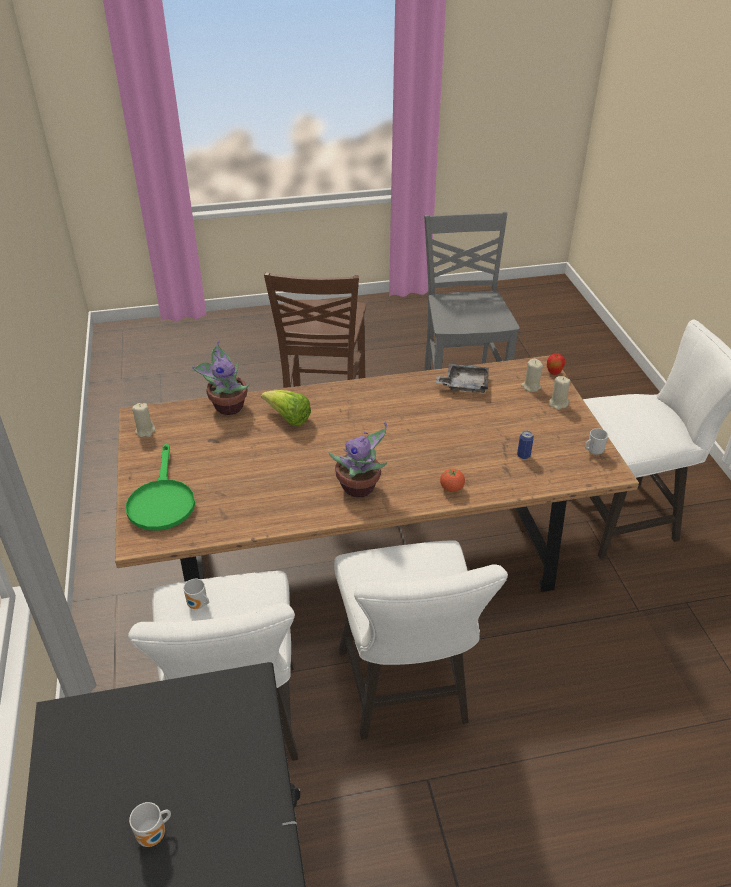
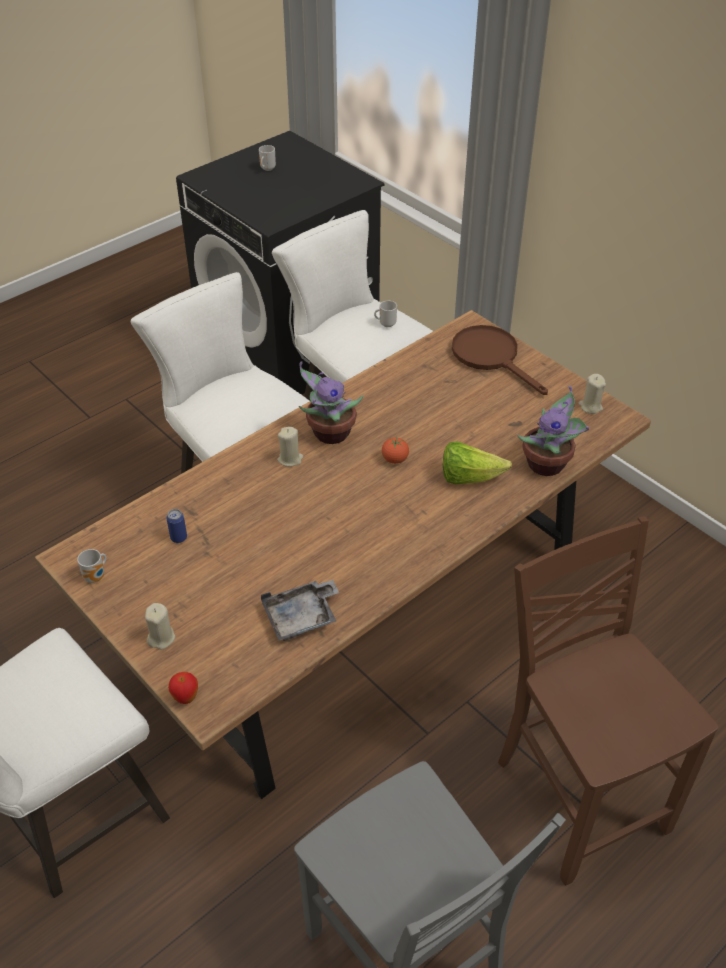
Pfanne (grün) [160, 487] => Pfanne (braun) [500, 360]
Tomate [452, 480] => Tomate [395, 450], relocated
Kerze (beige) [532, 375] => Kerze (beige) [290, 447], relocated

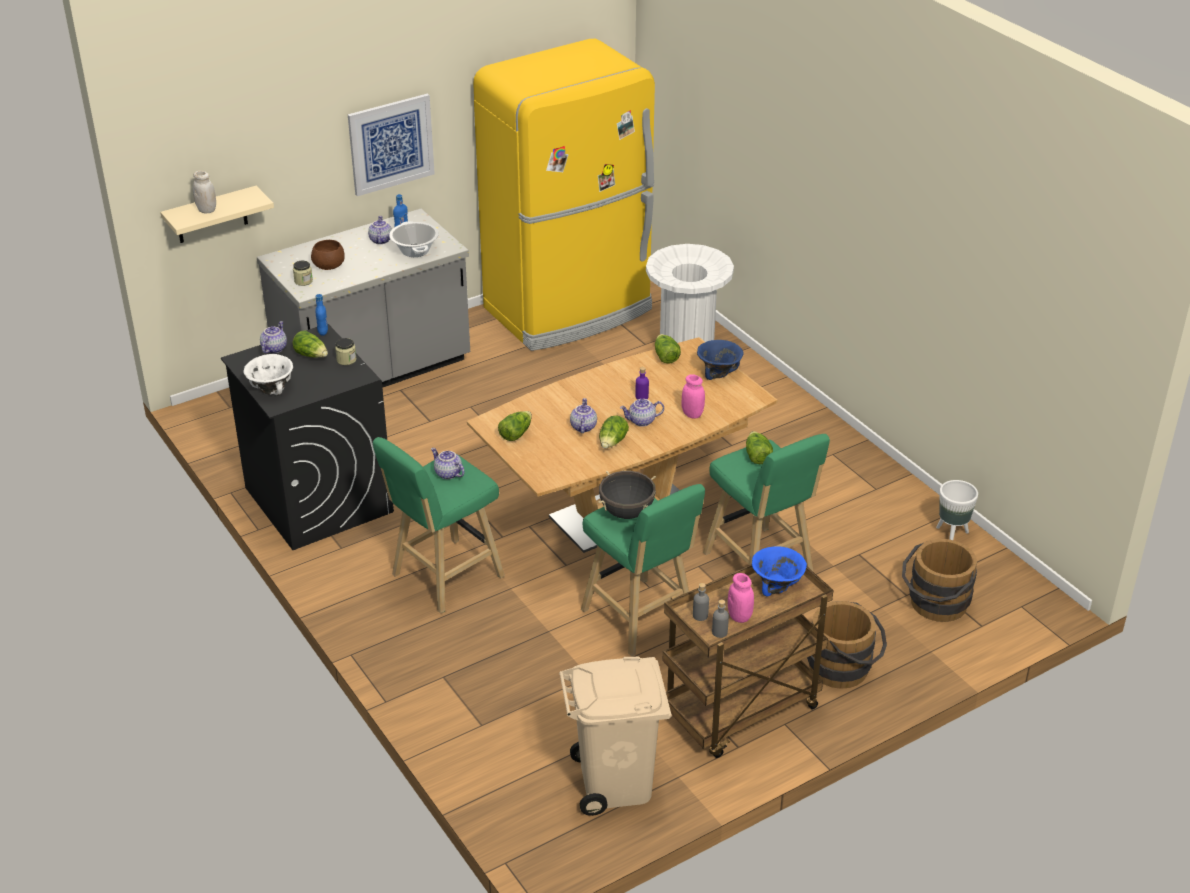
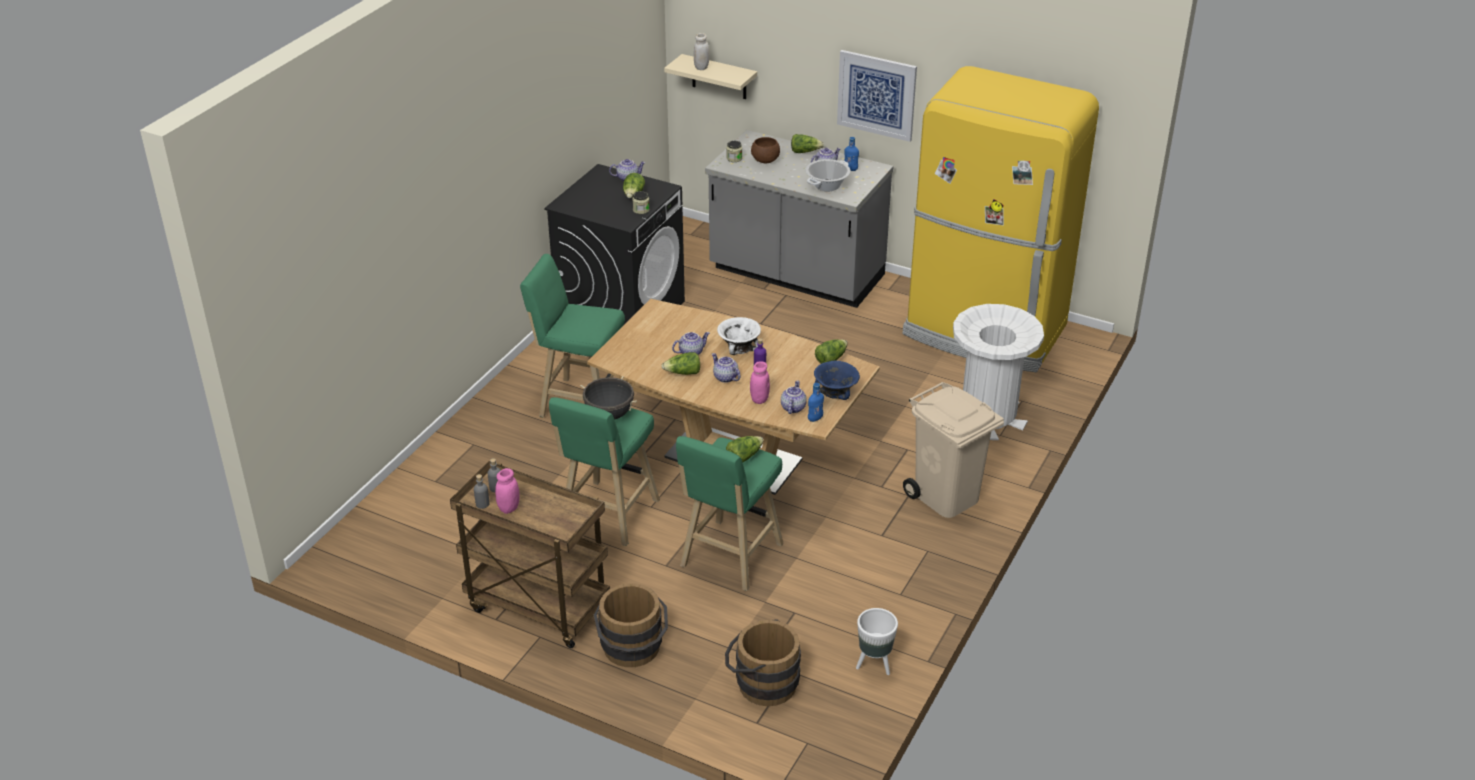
Schüssel (weiß) [268, 375] => Schüssel (weiß) [739, 336], relocated
Flasche (blau) [321, 315] => Flasche (blau) [816, 402], relocated
Teekanne [448, 463] => Teekanne [794, 397], relocated
Salatkopf [515, 426] => Salatkopf [807, 143], relocated
Mülleimer (beige) [615, 736] => Mülleimer (beige) [953, 450], relocated
Schüssel (blau) [779, 571] => nothing

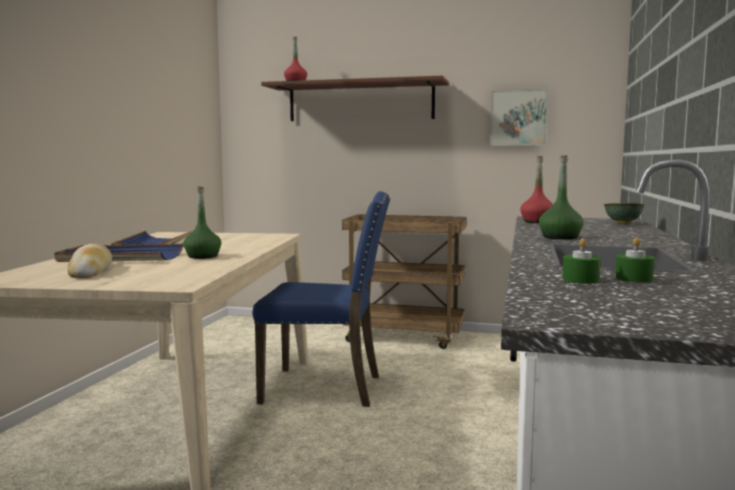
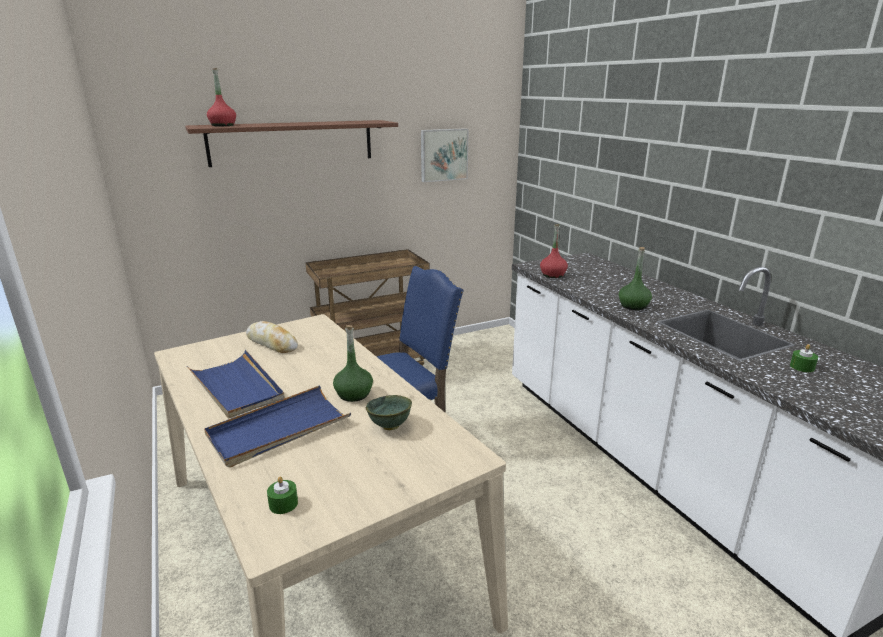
Brot [89, 261] => Brot [272, 337], relocated
Kerze (grün) [582, 261] => Kerze (grün) [282, 495], relocated
Schüssel (grün) [624, 213] => Schüssel (grün) [389, 412], relocated

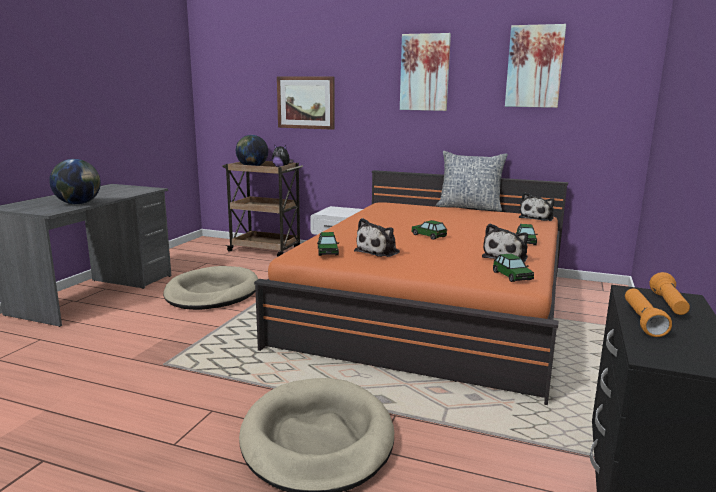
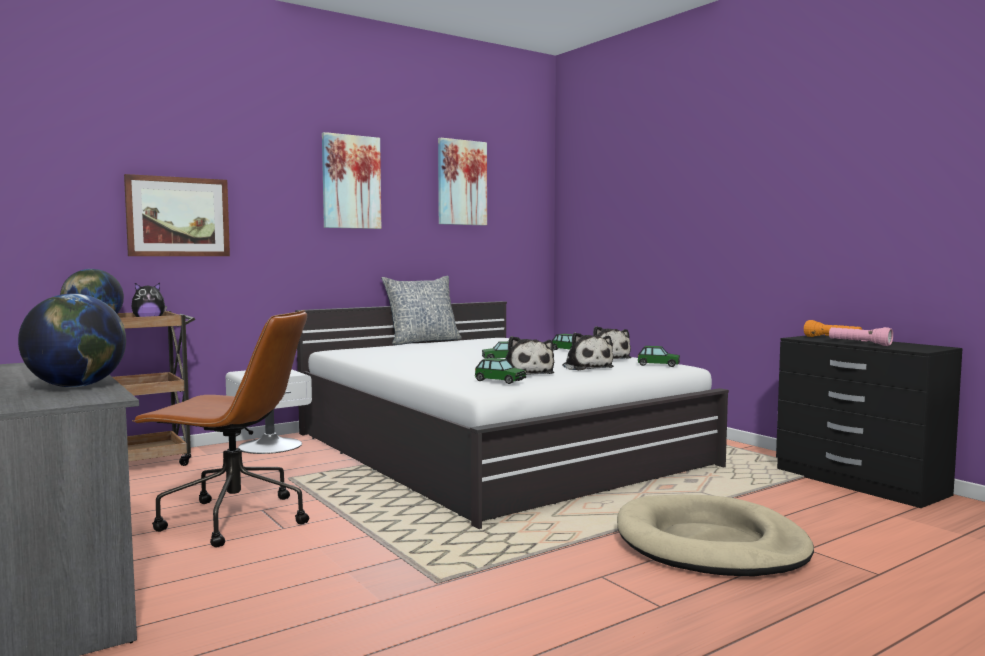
Hundebett (beige) [210, 288] => Bürostuhl (braun) [220, 428]
Bett (orange) [411, 287] => Bett (weiß) [512, 415]
Plüschtier [537, 206] => Plüschtier [588, 351], relocated
Taschenlampe (orange) [648, 312] => Taschenlampe (rosa) [861, 336]

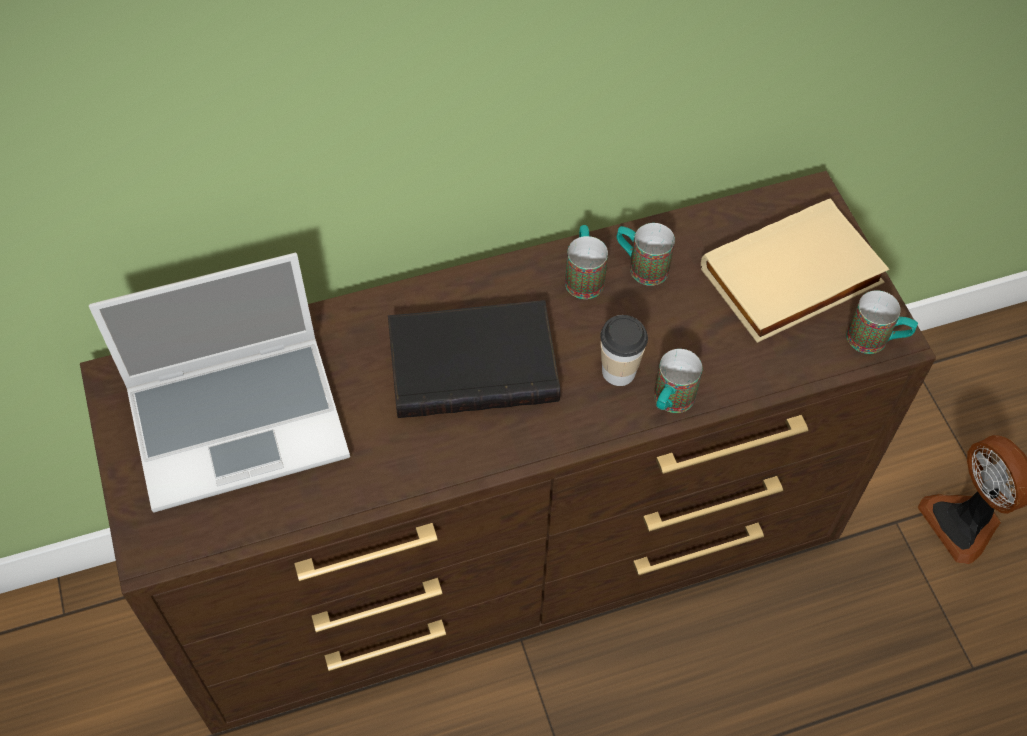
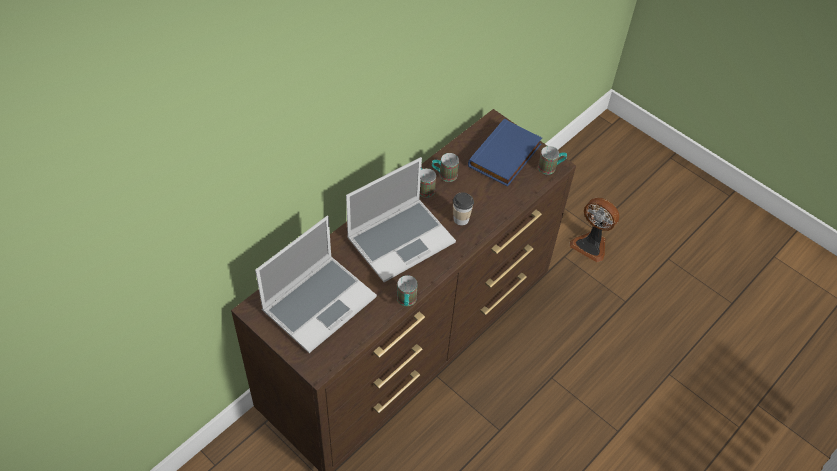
Buch (schwarz) [474, 359] => Laptop [401, 219]
Henkelbecher [678, 381] => Henkelbecher [407, 290], relocated
Buch (beige) [795, 270] => Buch (blau) [505, 153]

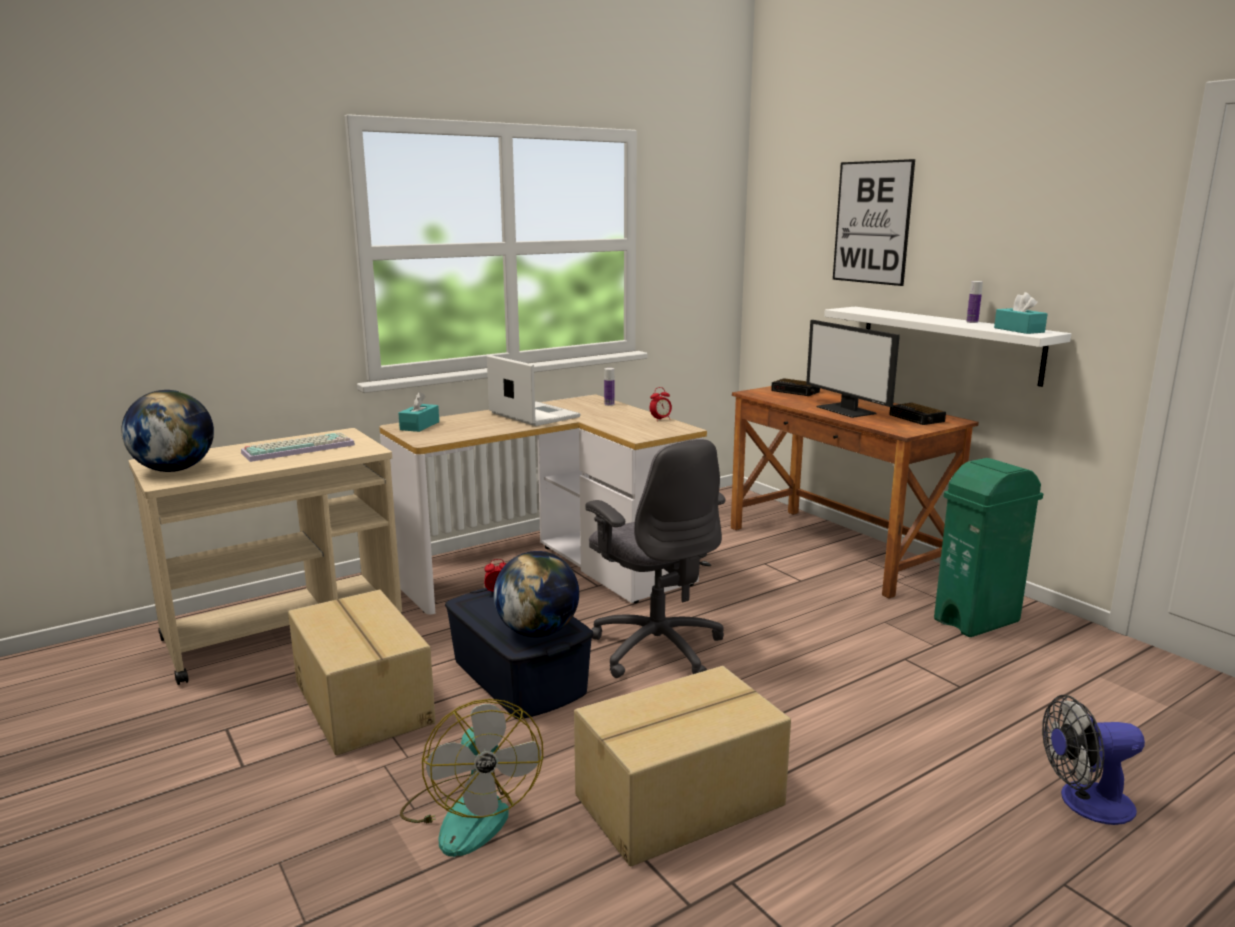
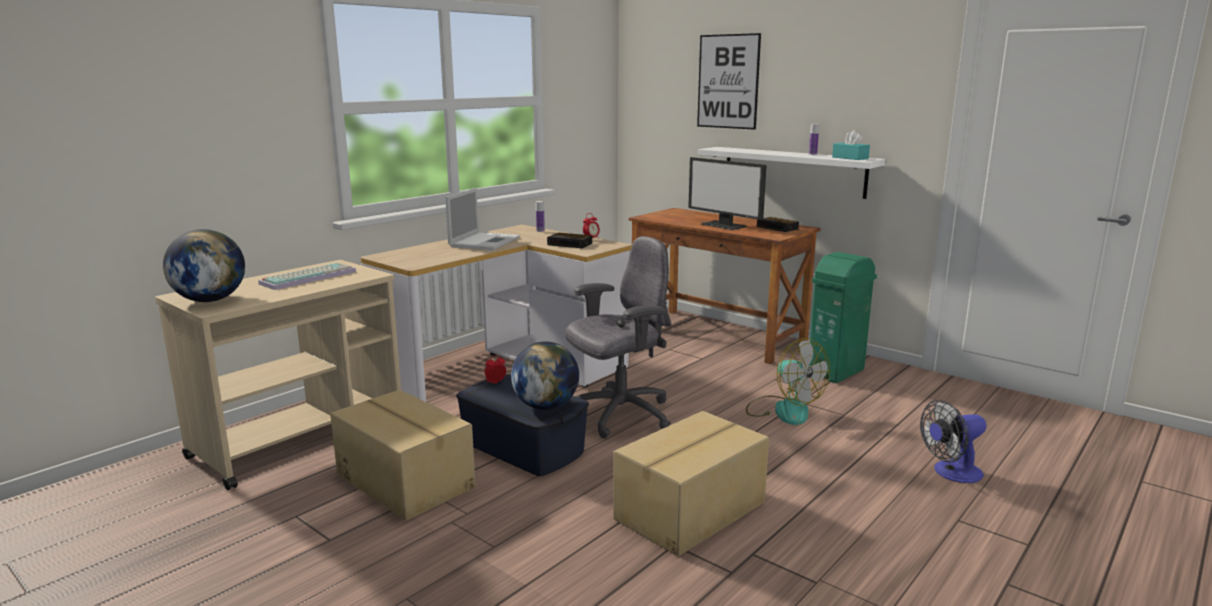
Taschentuchbox (türkis) [418, 412] => nothing
Ventilator [471, 778] => Ventilator [788, 381], relocated
Laptop [533, 390] => Laptop [482, 219], 75 degrees clockwise
Bürostuhl (grau) [655, 558] => Bürostuhl (grau) [618, 337], 75 degrees counterclockwise
Wecker [795, 387] => Wecker [569, 240], relocated

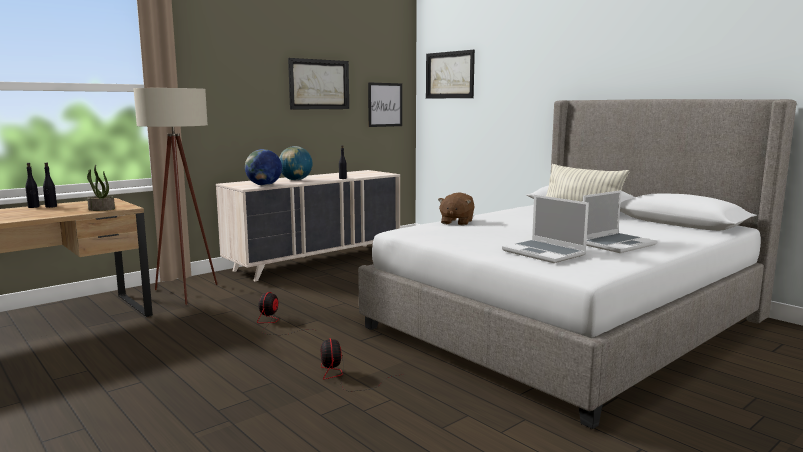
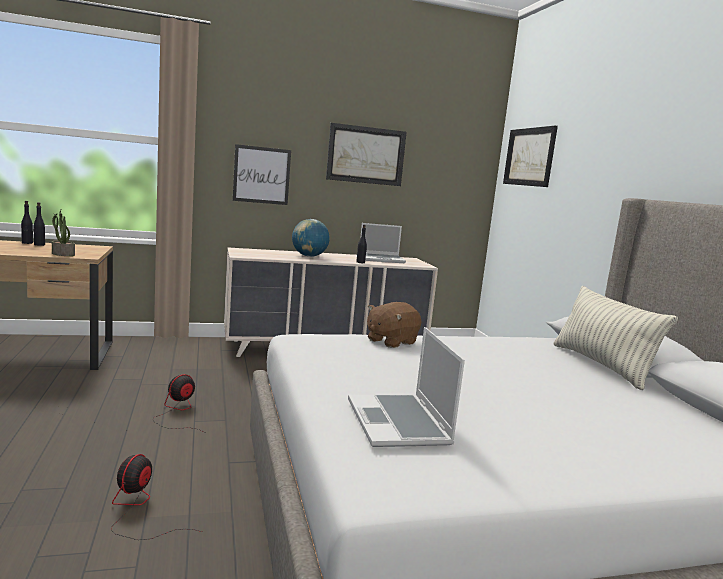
Stehlampe (beige) [175, 196] => nothing
Globus [263, 167] => nothing
Bild [385, 104] => Bild [262, 174], relocated
Laptop [620, 221] => Laptop [383, 243], relocated

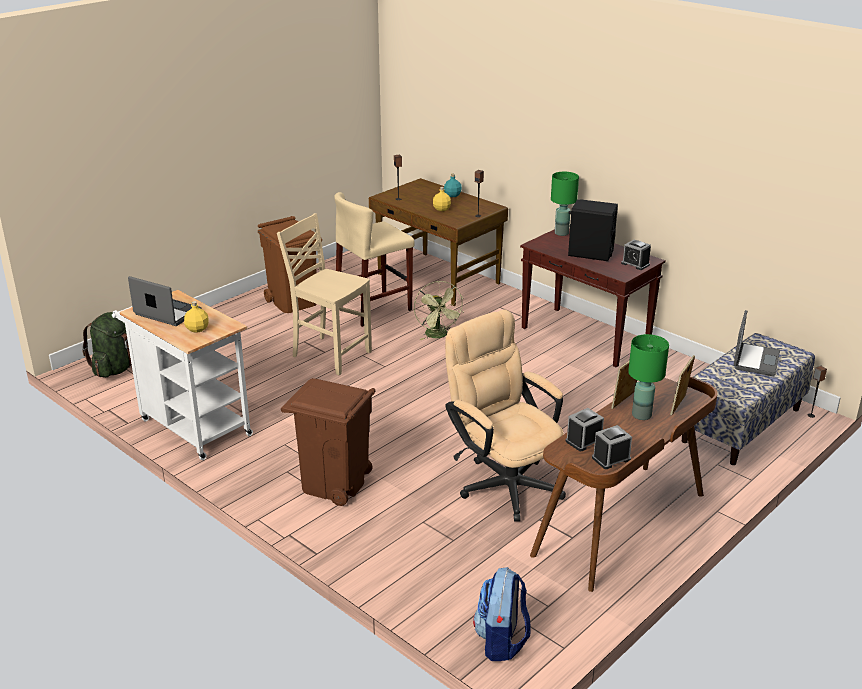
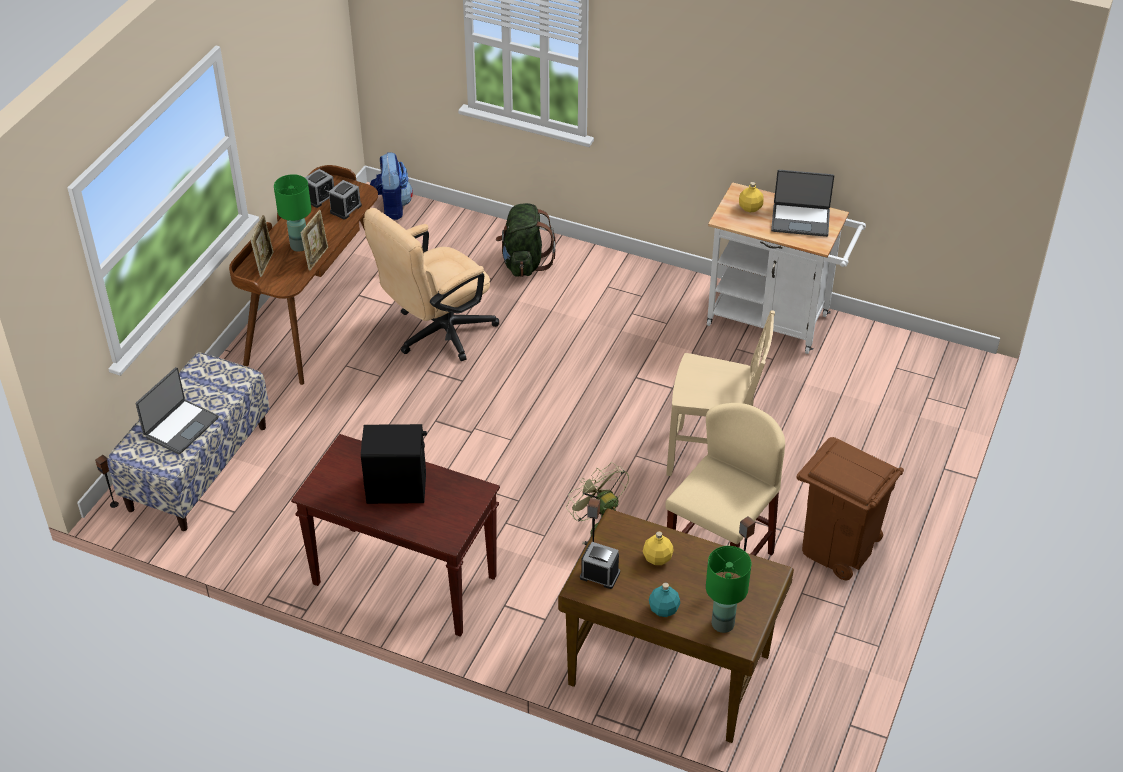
Rucksack (grün) [107, 344] => Rucksack (grün) [526, 240], relocated
Mülleimer (braun) [328, 442] => nothing
Bürostuhl (beige) [505, 416] => Bürostuhl (beige) [431, 284], 105 degrees clockwise
Tischlampe (grün) [565, 204] => Tischlampe (grün) [728, 589], relocated
Wecker [636, 255] => Wecker [600, 565], relocated
Laptop [757, 343] => Laptop [177, 411], 150 degrees counterclockwise

